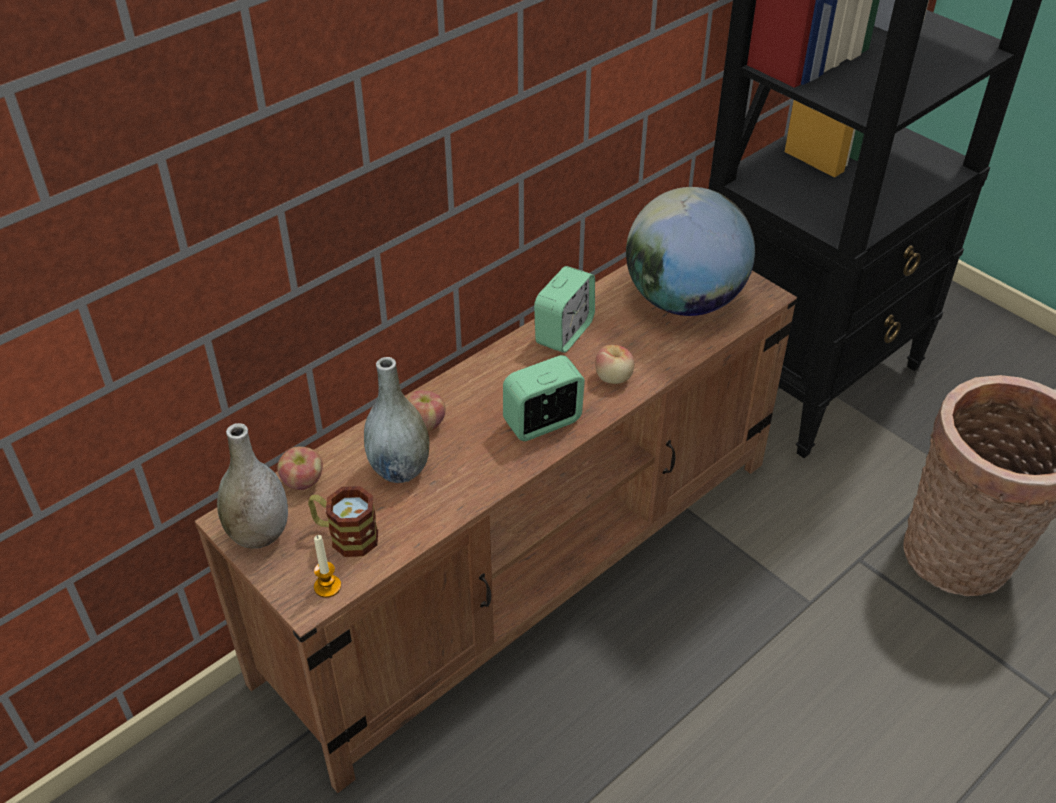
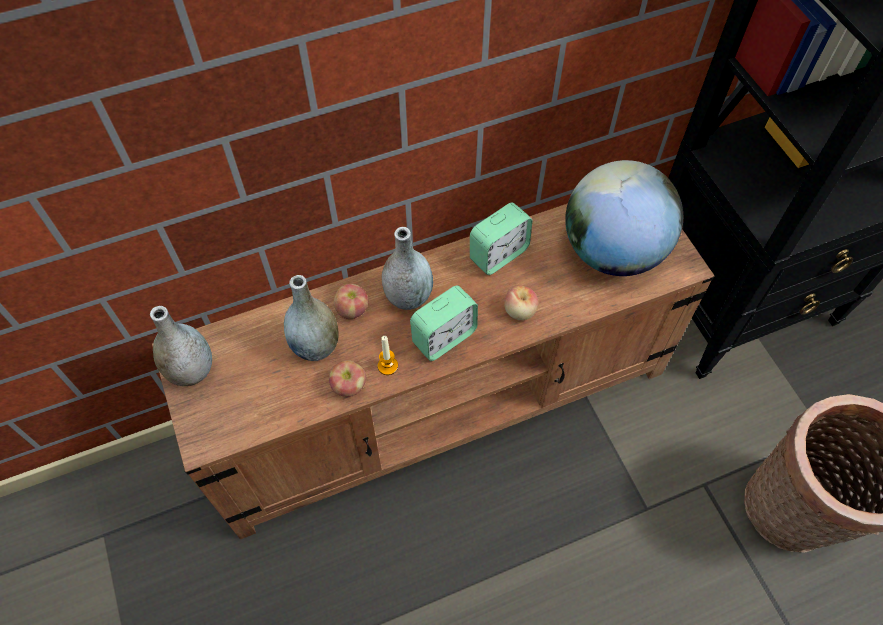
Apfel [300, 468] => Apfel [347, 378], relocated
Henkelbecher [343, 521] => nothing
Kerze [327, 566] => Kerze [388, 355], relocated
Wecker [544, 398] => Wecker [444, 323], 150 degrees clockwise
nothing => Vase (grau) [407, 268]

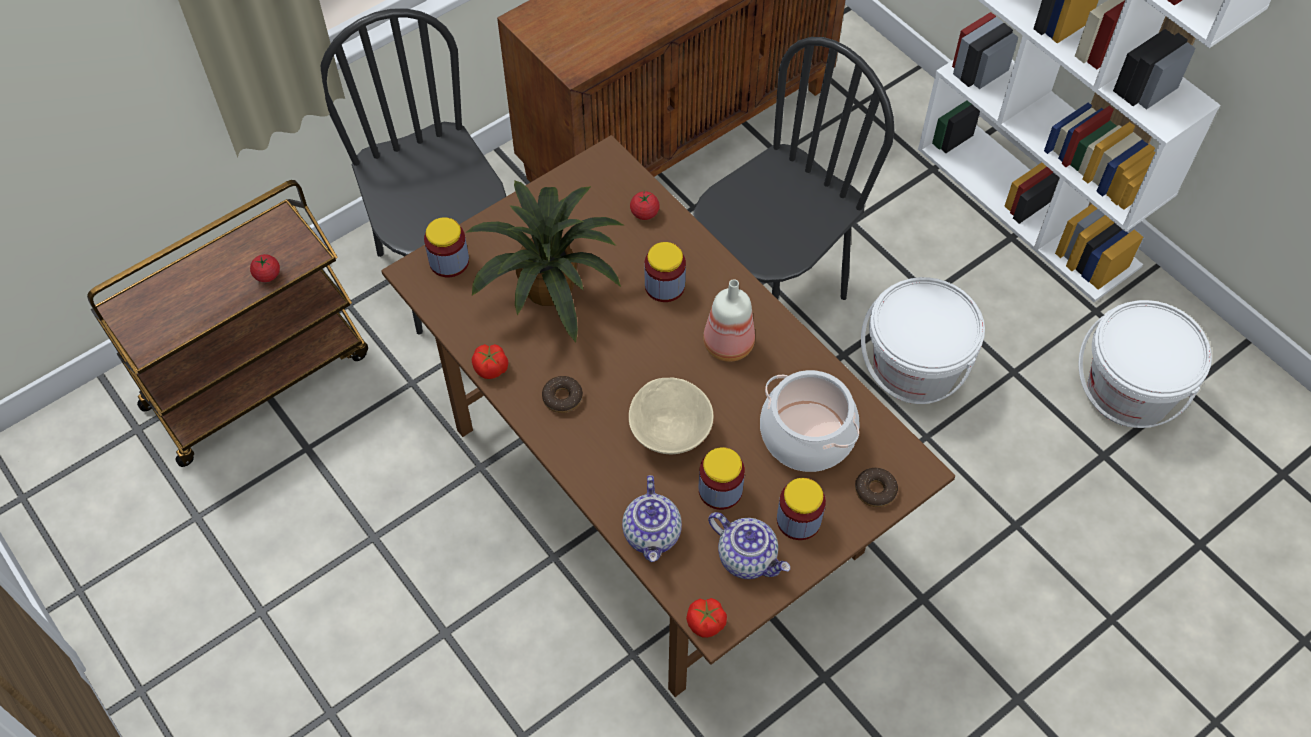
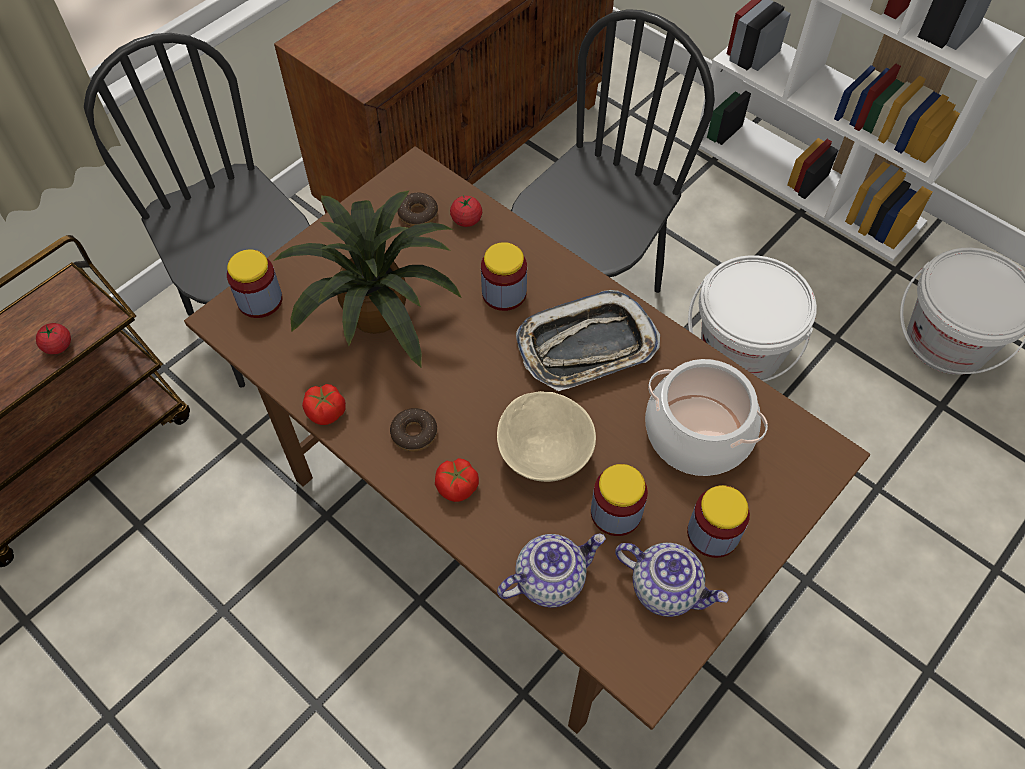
Teekanne [652, 518] => Teekanne [551, 570], 105 degrees counterclockwise
Tomate [706, 618] => Tomate [457, 480], relocated
Flasche [729, 320] => Tablett [588, 340]
Donut [876, 487] => Donut [417, 209], relocated

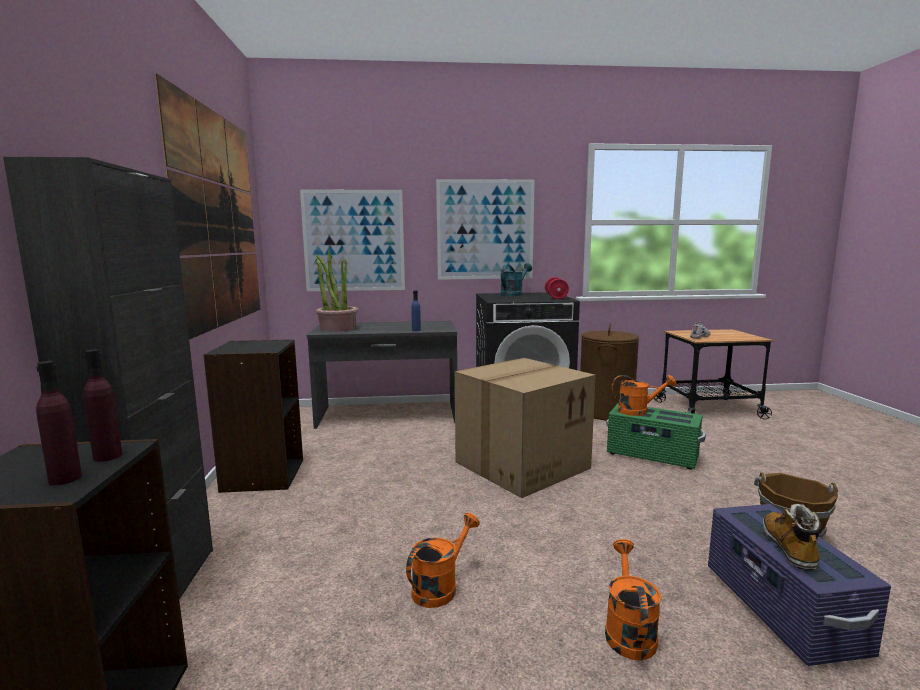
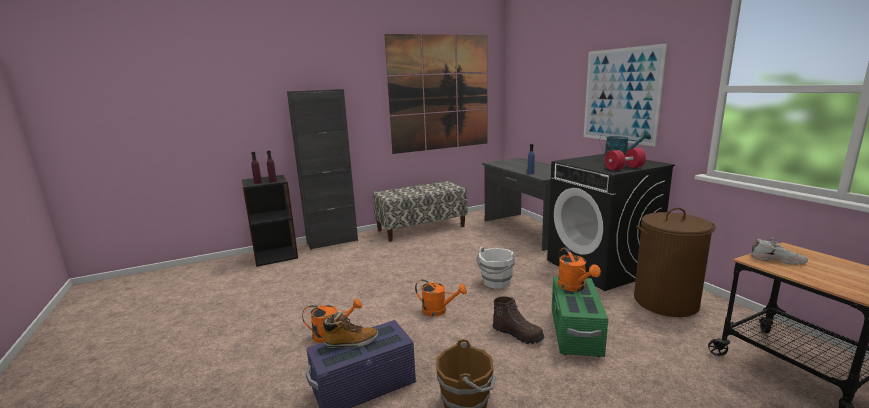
Bücherregal (schwarz) [253, 416] => Bank [420, 211]
Bild [352, 240] => nothing
Topfpflanze [337, 290] => nothing
Gießkanne (orange) [443, 560] => Gießkanne (orange) [441, 297], relocated
Karton [525, 428] => Eimer (weiß) [495, 267]
nothing => Stiefel (braun) [518, 320]

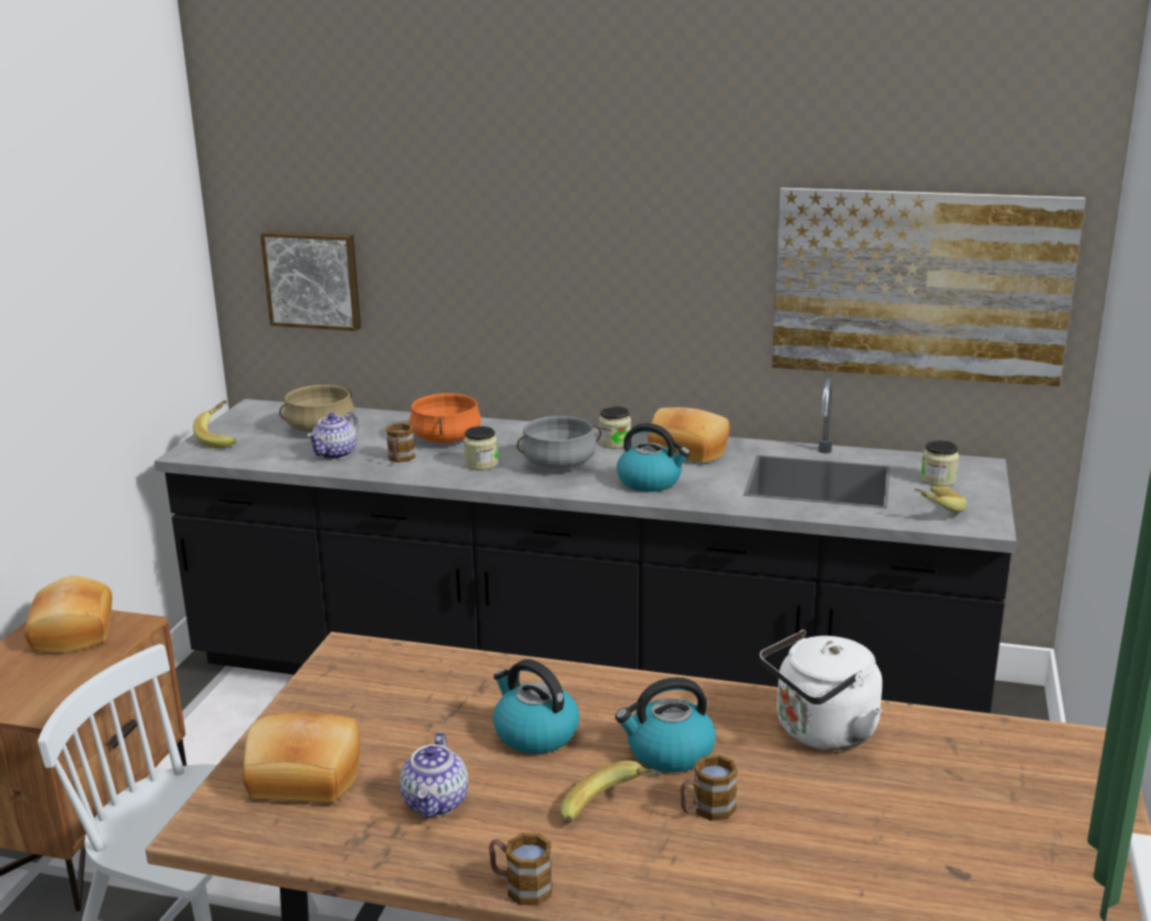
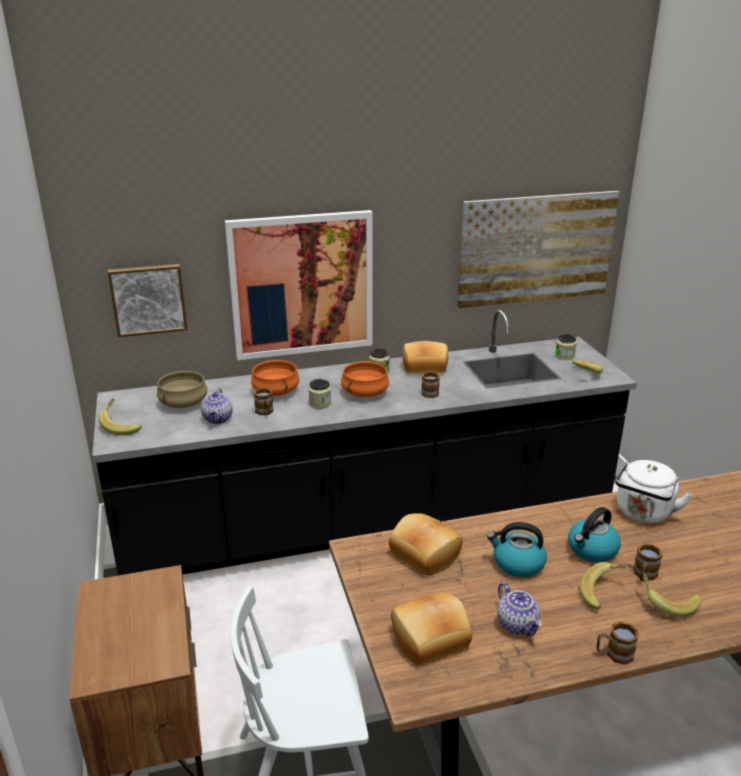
Brot [68, 614] => Brot [426, 544], relocated
Kochtopf (grau) [559, 442] => Kochtopf (orange) [365, 379]
Wasserkessel [653, 457] => Henkelbecher [430, 384]
nothing => Bild [299, 285]
nothing => Banane [671, 595]

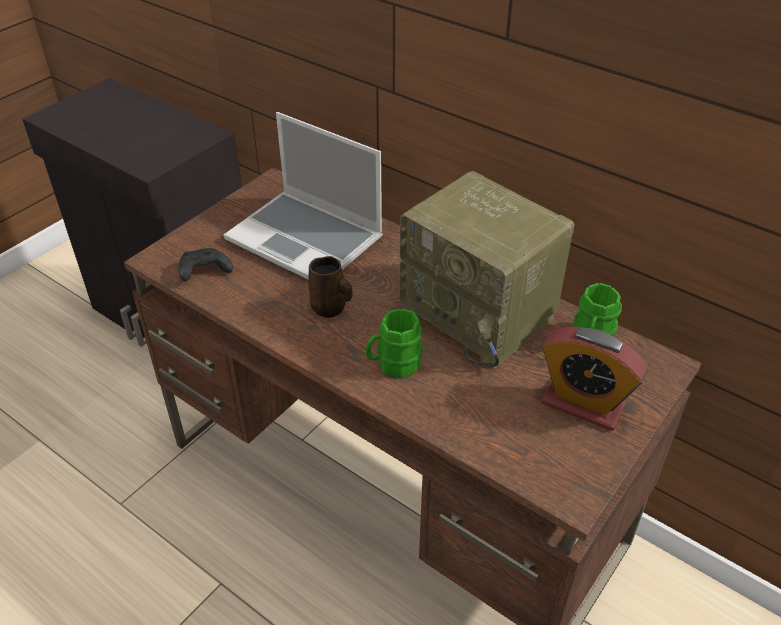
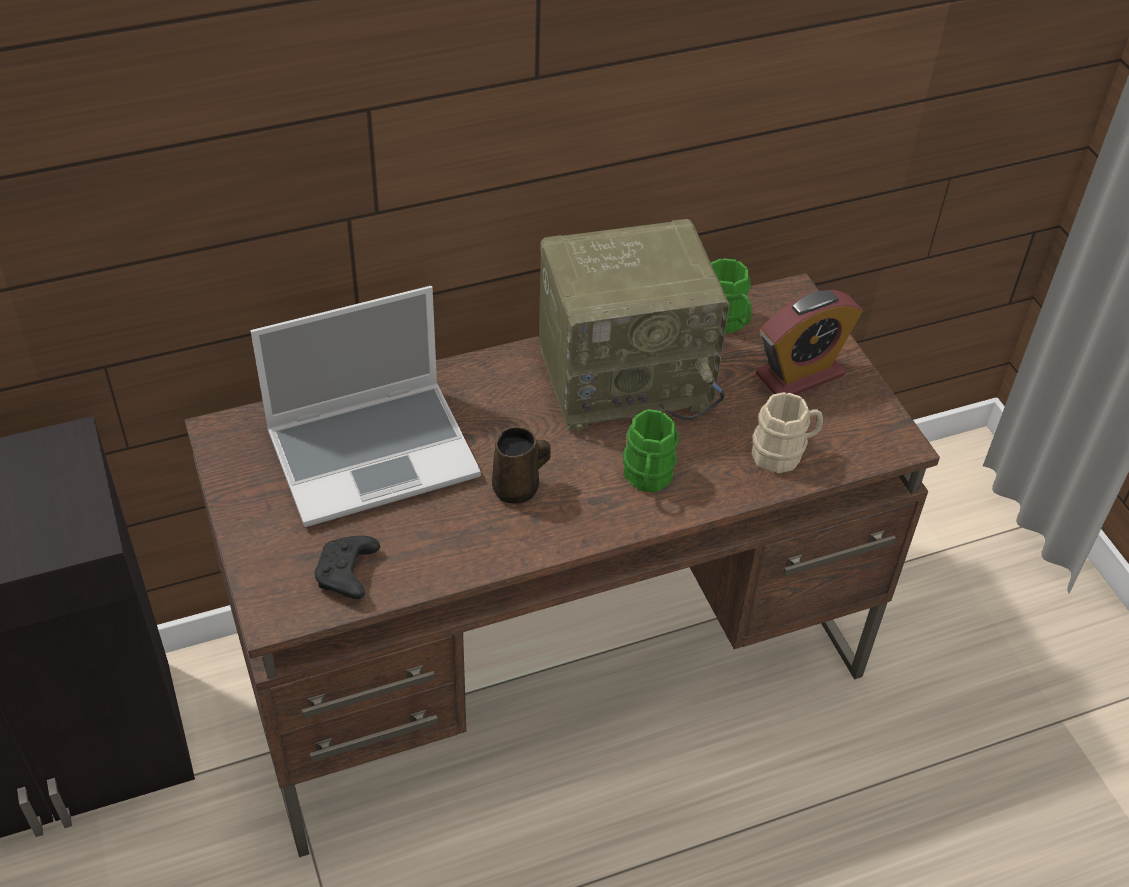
nothing => Henkelbecher (beige) [787, 432]

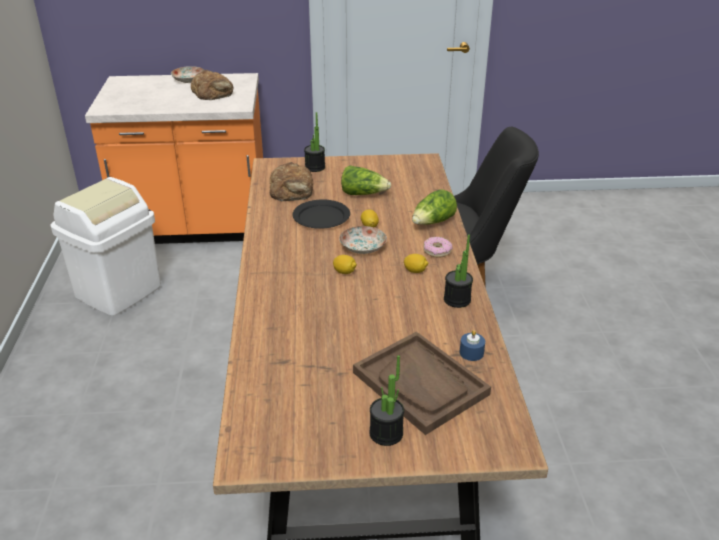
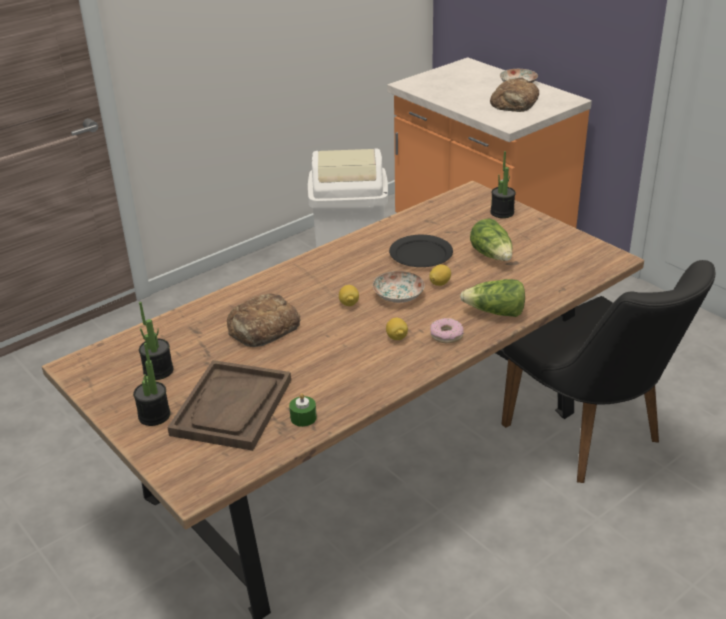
Brot [292, 181] => Brot [264, 320], relocated
Topfpflanze [458, 271] => Topfpflanze [156, 341], relocated
Kerze (blau) [472, 345] => Kerze (grün) [303, 410]

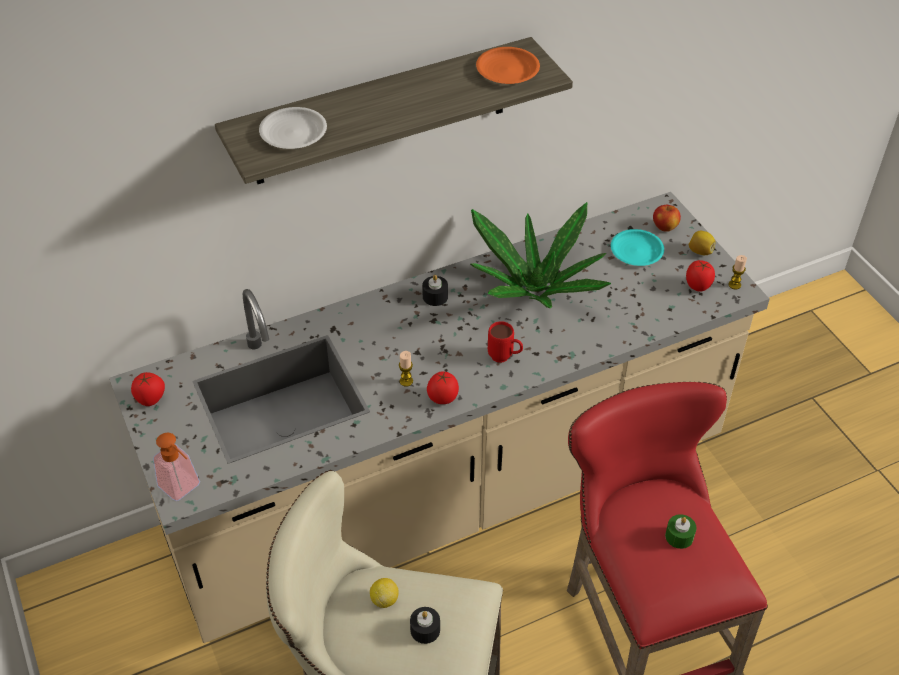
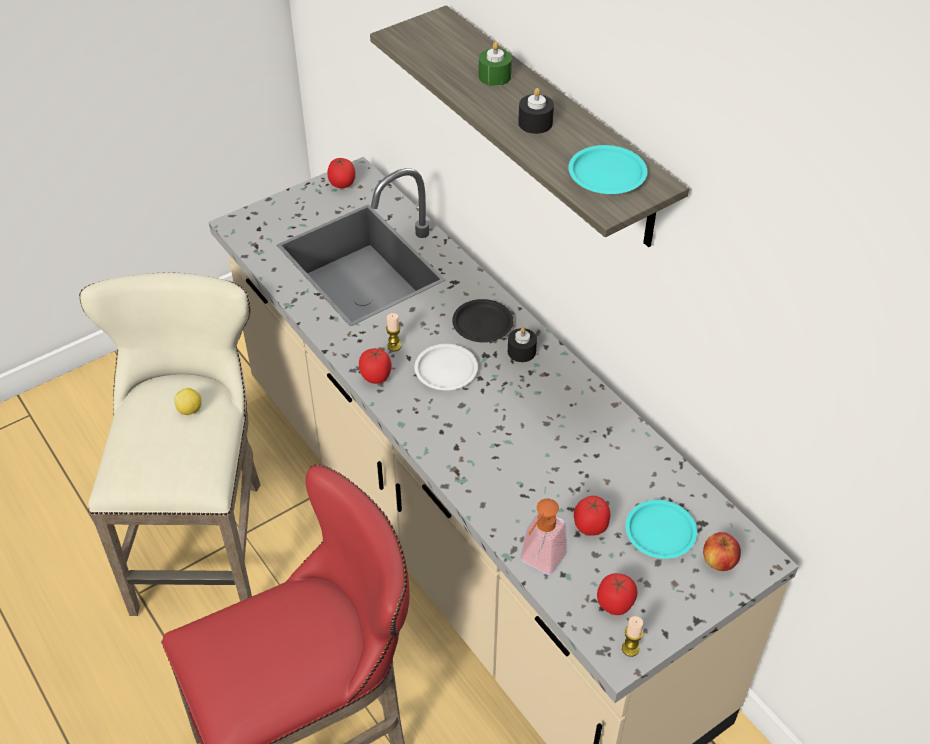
Seifenspender [176, 466] => Seifenspender [543, 537], relocated
Teller (weiß) [293, 128] => Teller (weiß) [446, 367], relocated
Kerze (schwarz) [425, 625] => Kerze (schwarz) [536, 111], relocated
Topfpflanze [540, 255] => nothing
Teller (orange) [508, 65] => Teller (türkis) [607, 169]
Henkelbecher (rot) [505, 342] => nothing
Kerze (grün) [680, 531] => Kerze (grün) [495, 63], relocated
Zitrone [702, 243] => nothing
nothing => Teller (schwarz) [482, 320]
nothing => Tomate [592, 516]

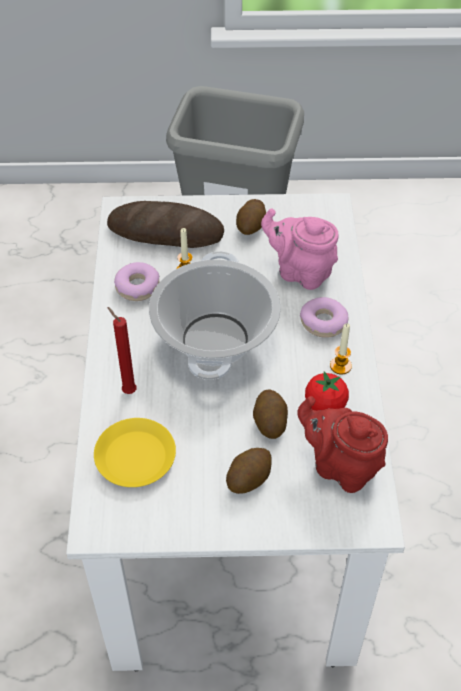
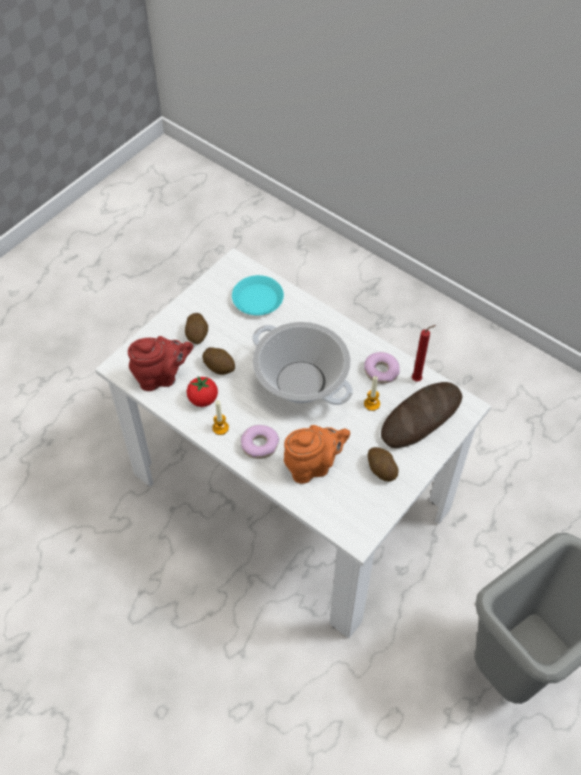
Teller (gelb) [135, 452] => Teller (türkis) [258, 295]
Kerze (rot) [122, 350] => Kerze (rot) [424, 353], relocated
Teekanne (rosa) [300, 249] => Teekanne (orange) [317, 454]

